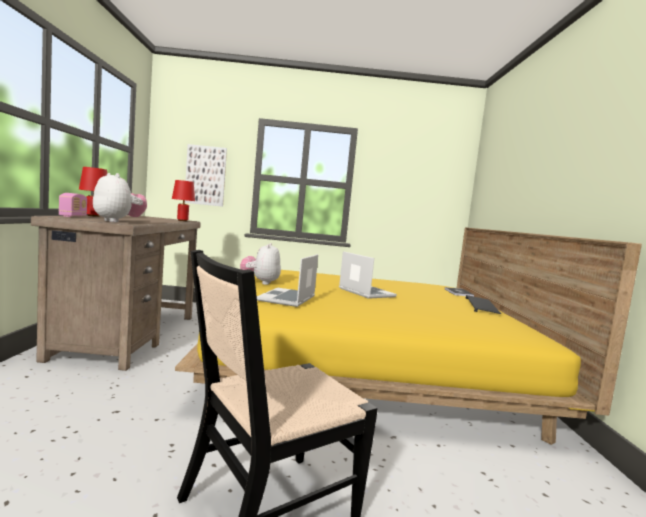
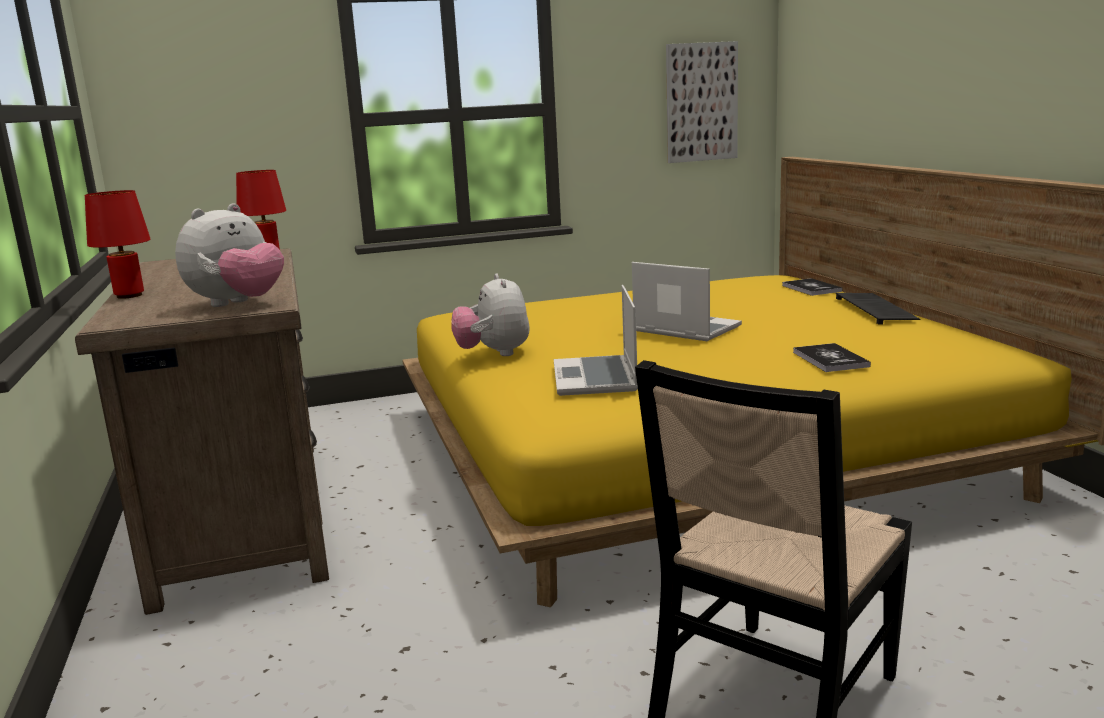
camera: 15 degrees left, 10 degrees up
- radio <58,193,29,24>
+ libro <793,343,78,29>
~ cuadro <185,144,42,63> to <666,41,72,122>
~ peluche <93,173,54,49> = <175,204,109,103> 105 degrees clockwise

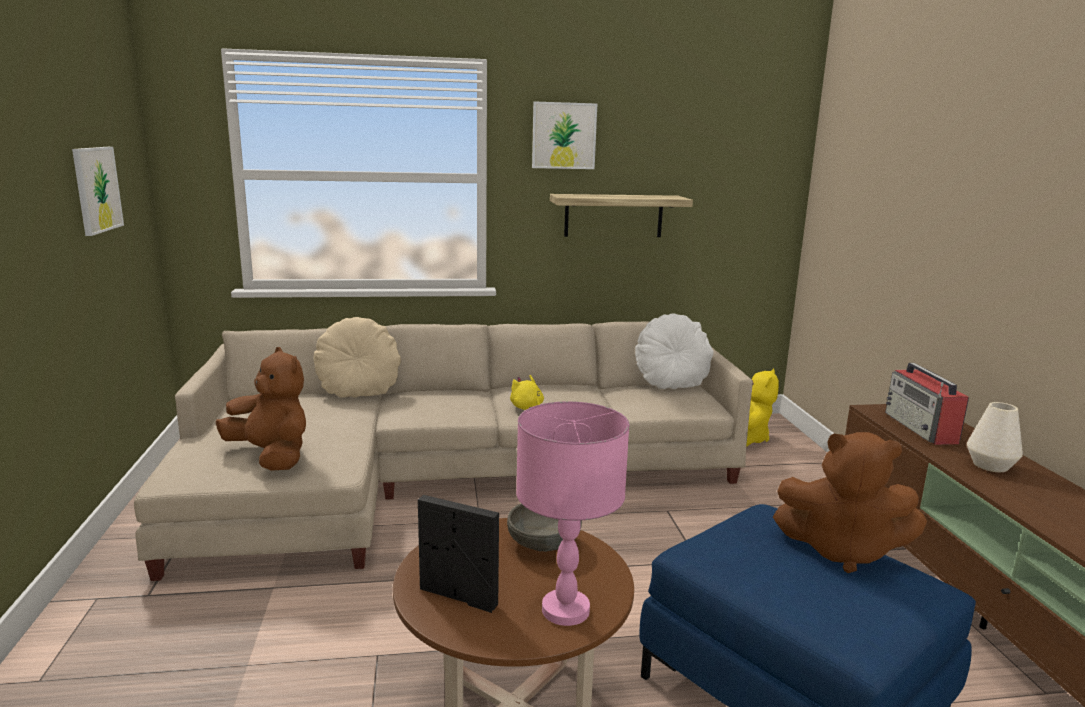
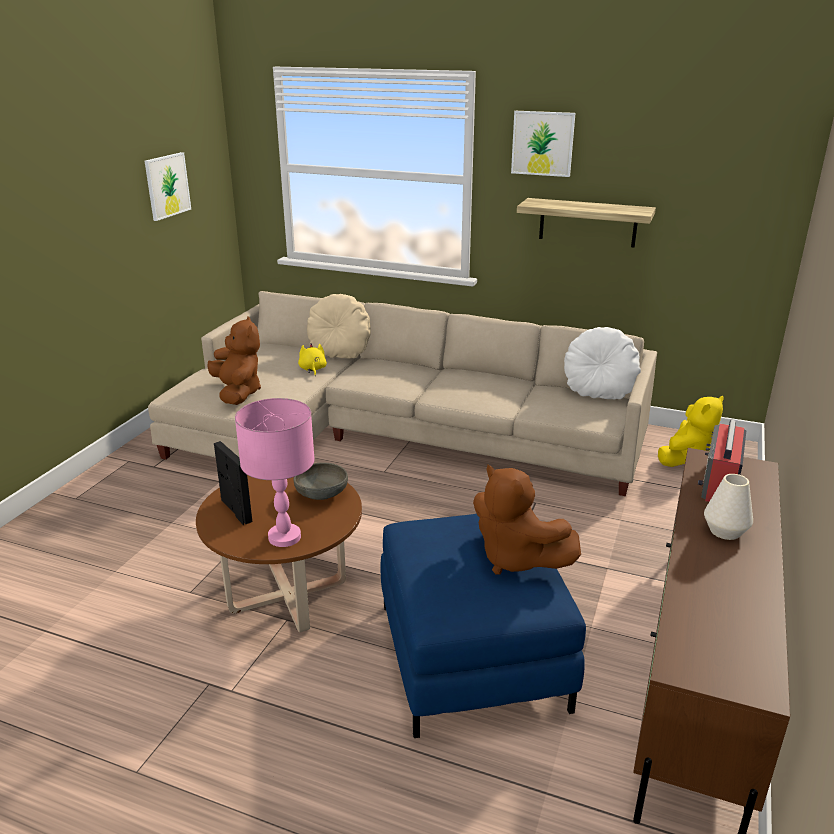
camera: 30 degrees right, 10 degrees up
~ peluche (amarillo) <510,375,34,35> to <298,344,29,32>

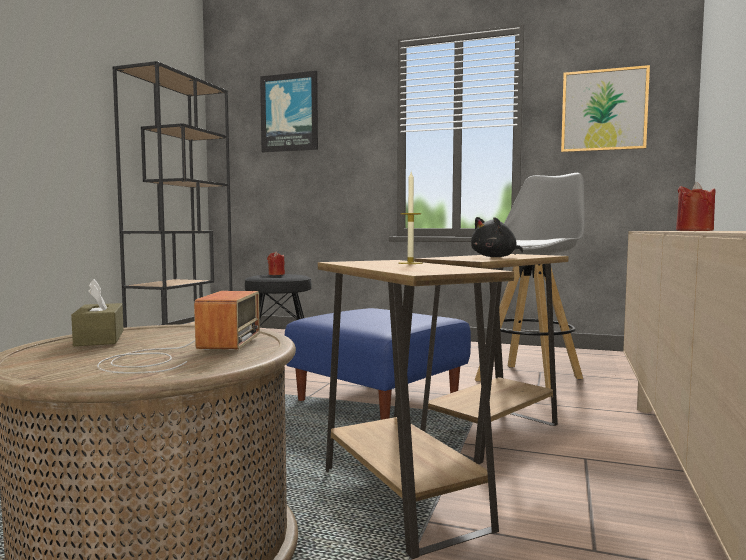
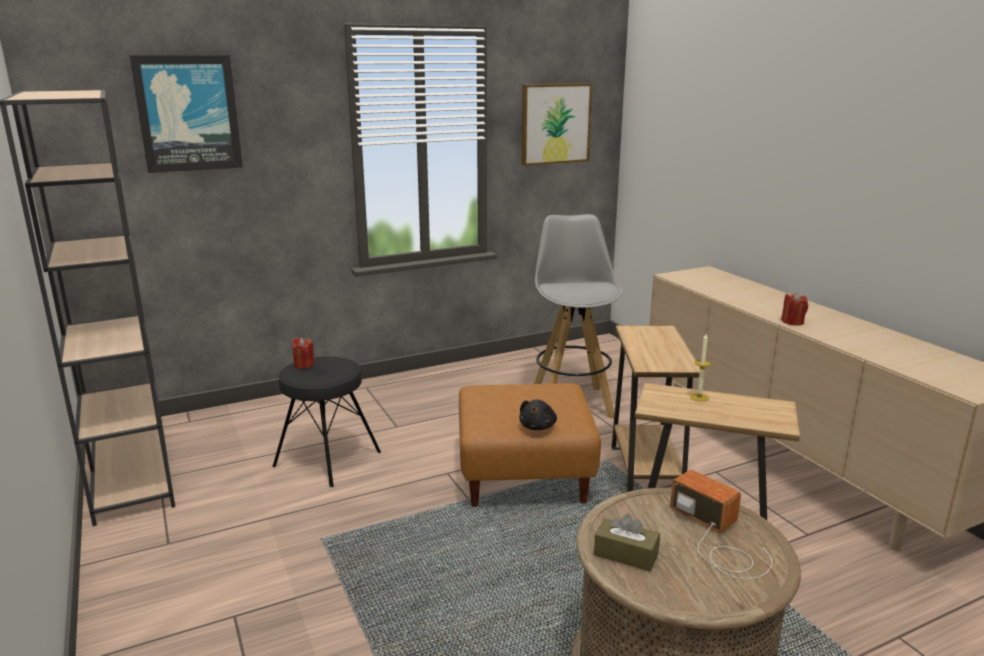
camera: 45 degrees left, 15 degrees up
~ peluche (negro) <471,217,52,40> to <519,400,38,30>
~ puf (azul) <285,308,186,112> to puf (marrón) <459,383,142,124>

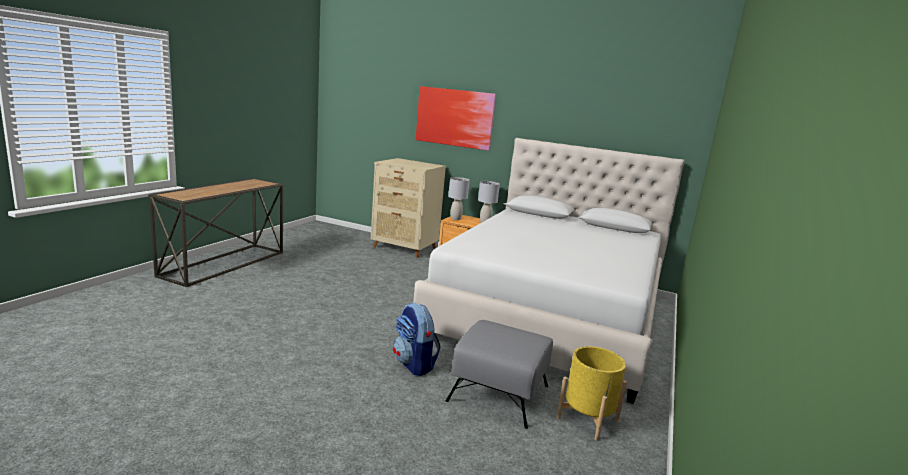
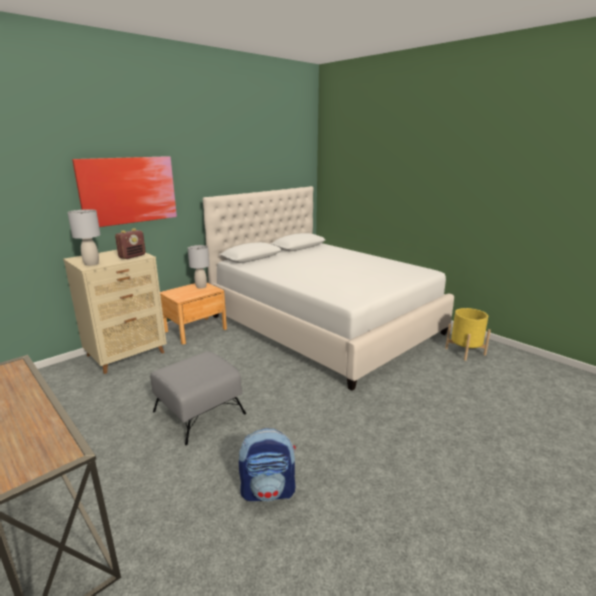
camera: 65 degrees left, 5 degrees up
+ radio <115,229,31,30>
~ mochila <393,303,48,73> to <239,428,57,73>
~ puf (gris) <446,320,107,109> to <150,351,96,94>
~ lámpara de mesa (gris) <448,177,22,43> to <67,209,34,57>

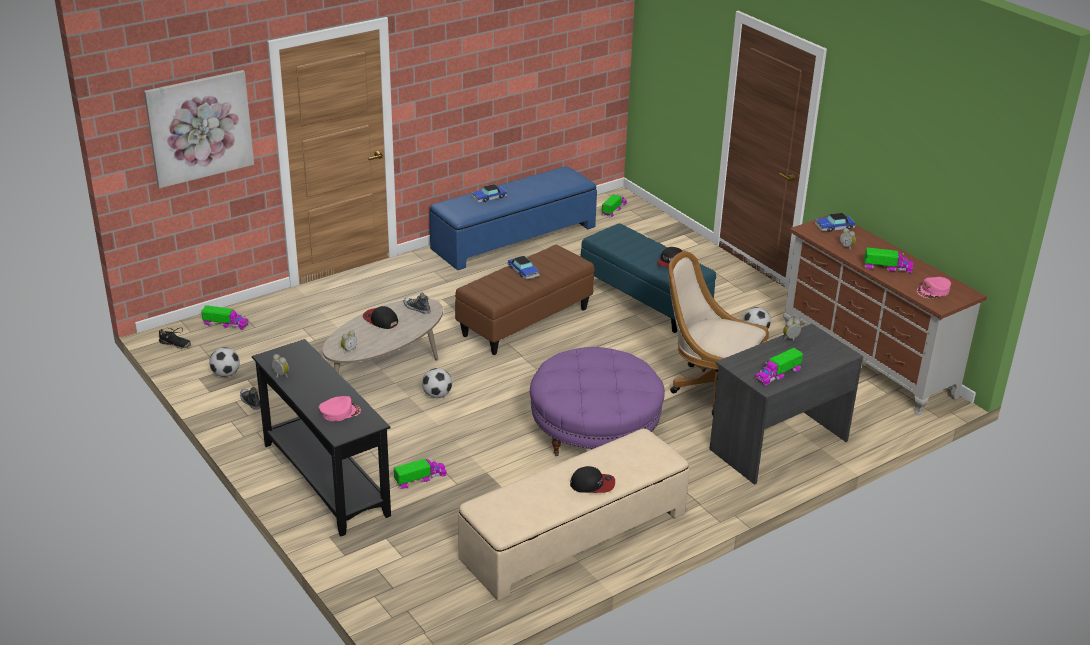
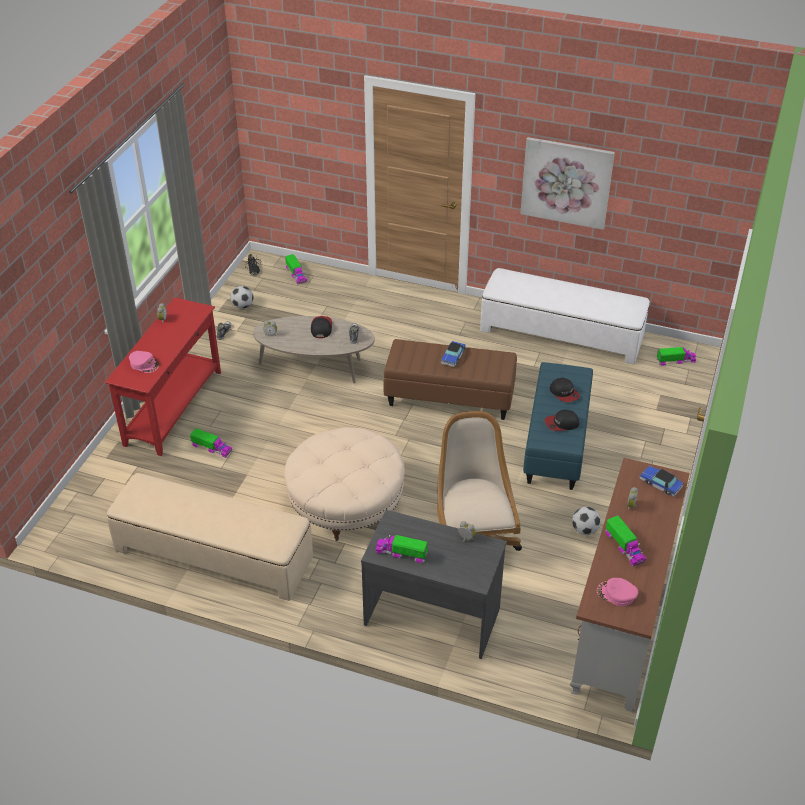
camera: 55 degrees right, 10 degrees up
- balón de fútbol <422,368,30,30>
- coche de juguete <472,184,35,18>
~ cuadro <144,70,110,118> to <520,137,95,93>
~ gorra <570,466,45,27> to <550,378,30,24>
~ mesa consola (negro) <252,339,139,198> to mesa consola (rojo) <105,297,116,159>
~ banco (azul) <429,166,168,104> to banco (blanco) <480,268,170,96>
~ puf (morado) <530,347,135,109> to puf (beis) <284,427,121,114>

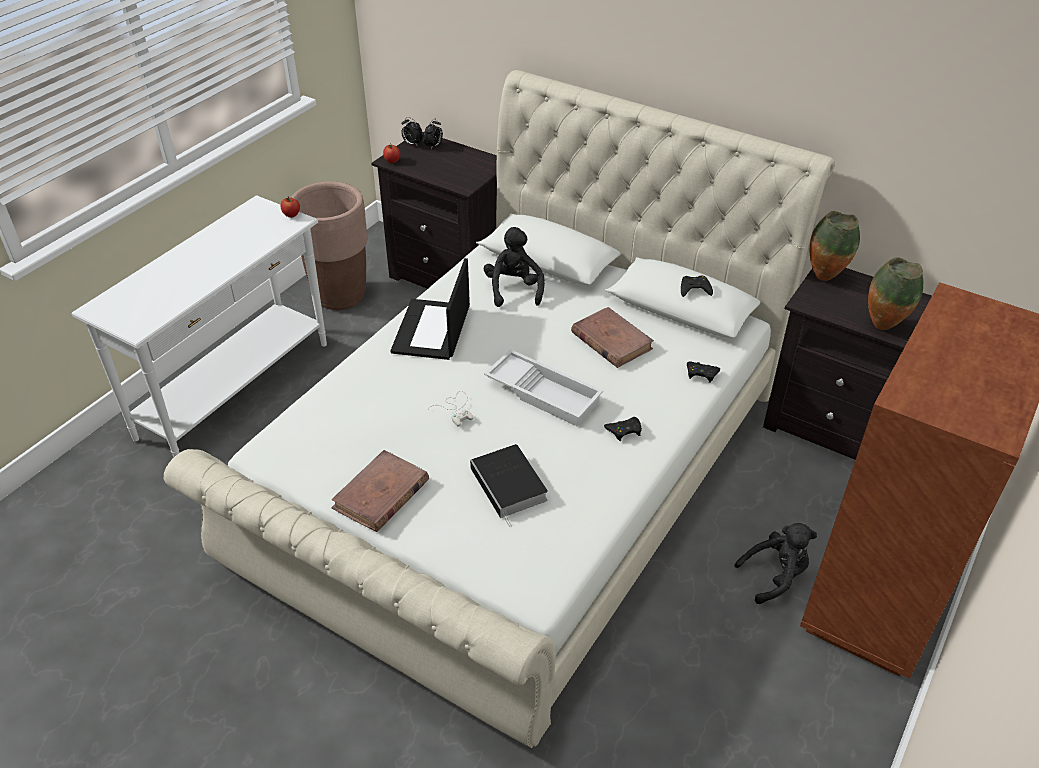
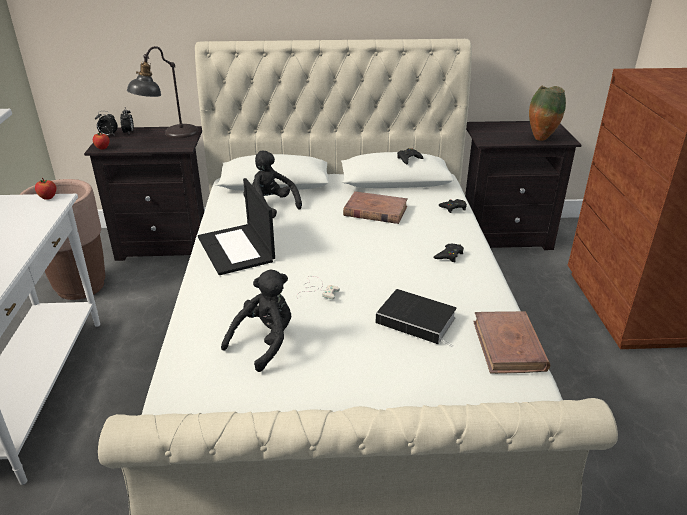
camera: 35 degrees left, 10 degrees down
- bandeja (blanco) <484,349,119,77>
- florero <810,211,50,70>
+ lámpara de mesa (gris) <127,46,71,92>
~ libro (marrón) <331,450,98,82> to <473,311,77,63>
~ peluche (negro) <734,523,83,81> to <221,269,70,103>

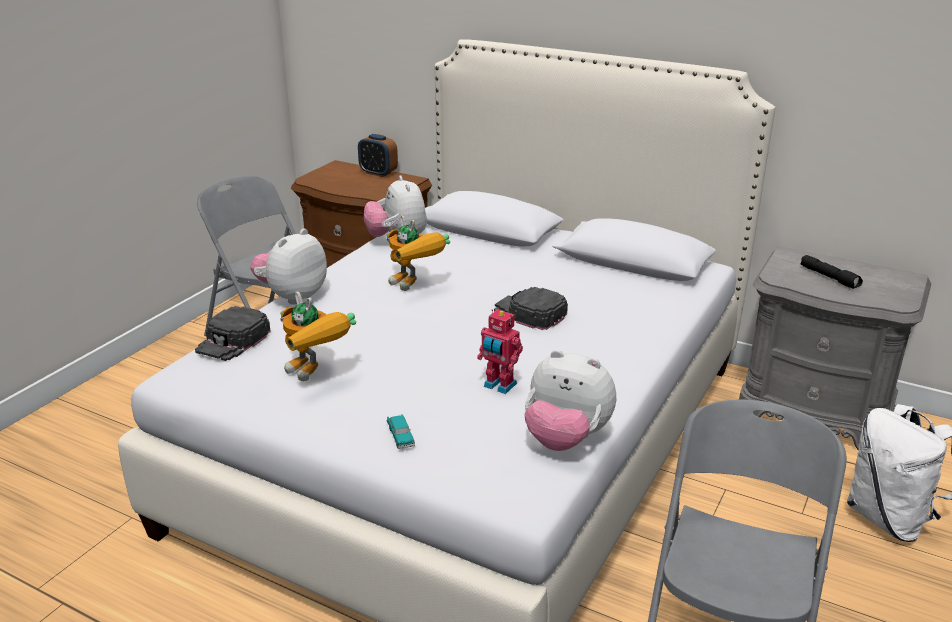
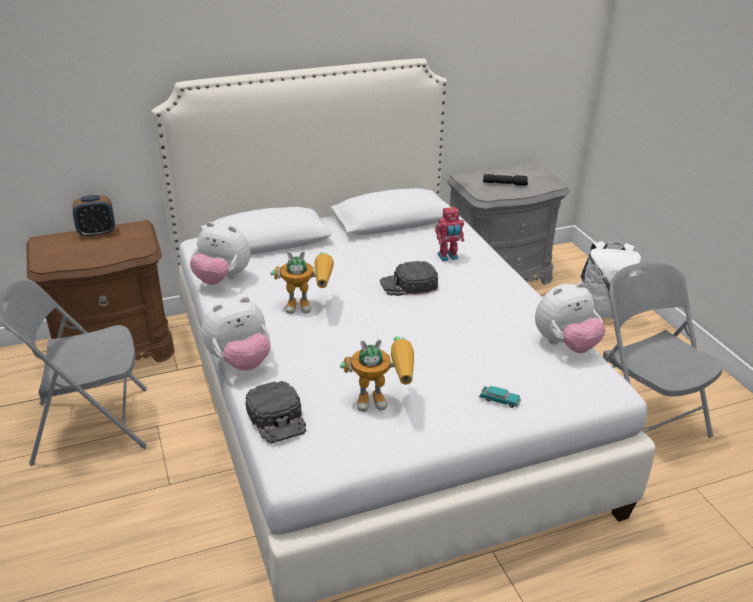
camera: 50 degrees left, 5 degrees up
~ robot de juguete <477,309,46,85> to <435,207,29,54>
~ peluche <250,229,77,76> = <201,296,70,75> 105 degrees counterclockwise

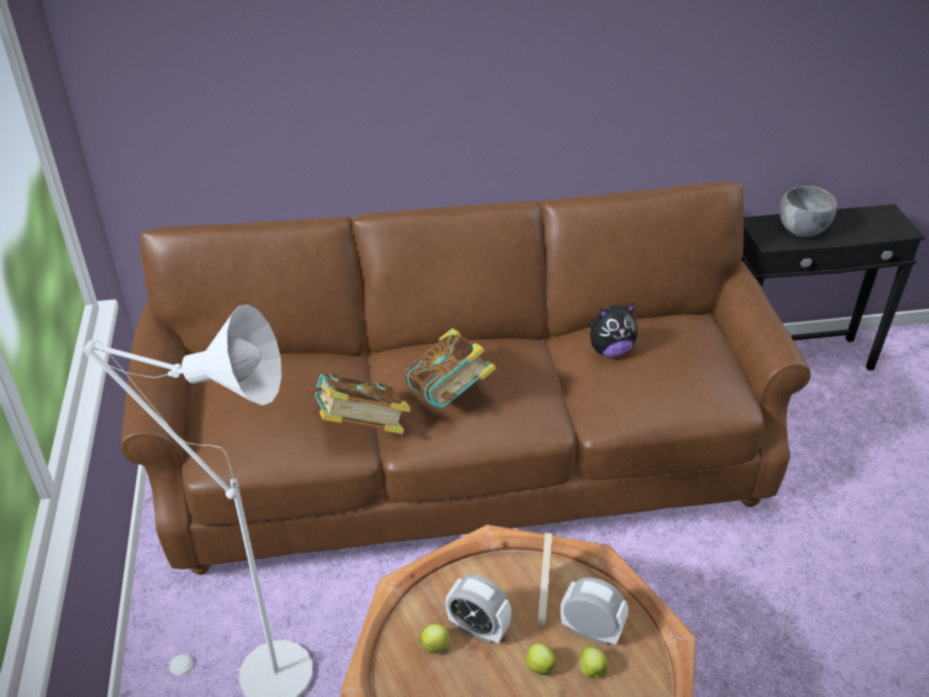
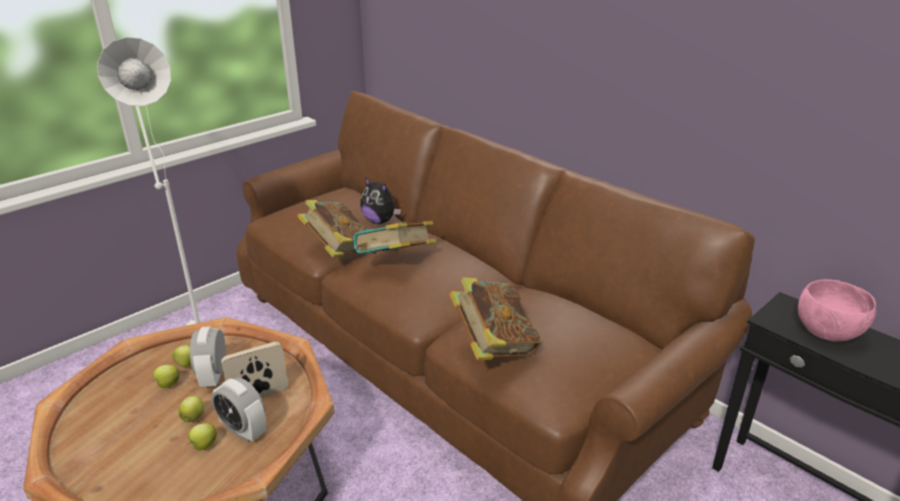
camera: 55 degrees right, 10 degrees down
+ manzana <151,365,28,23>
+ libro <449,277,92,83>
~ peluche <589,303,49,54> to <360,177,41,47>
~ cuenco (gris) <780,186,57,51> to cuenco (rosa) <798,279,78,62>
~ despertador <560,577,68,68> = <212,378,54,65> 135 degrees clockwise

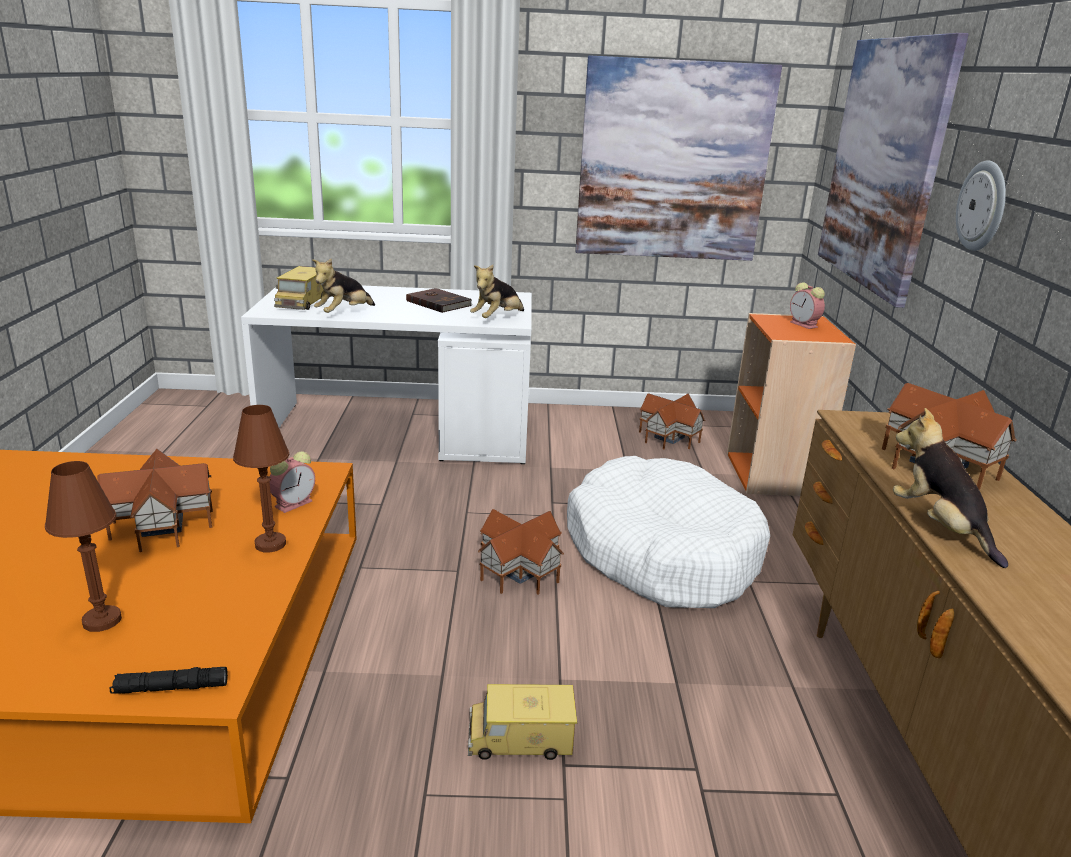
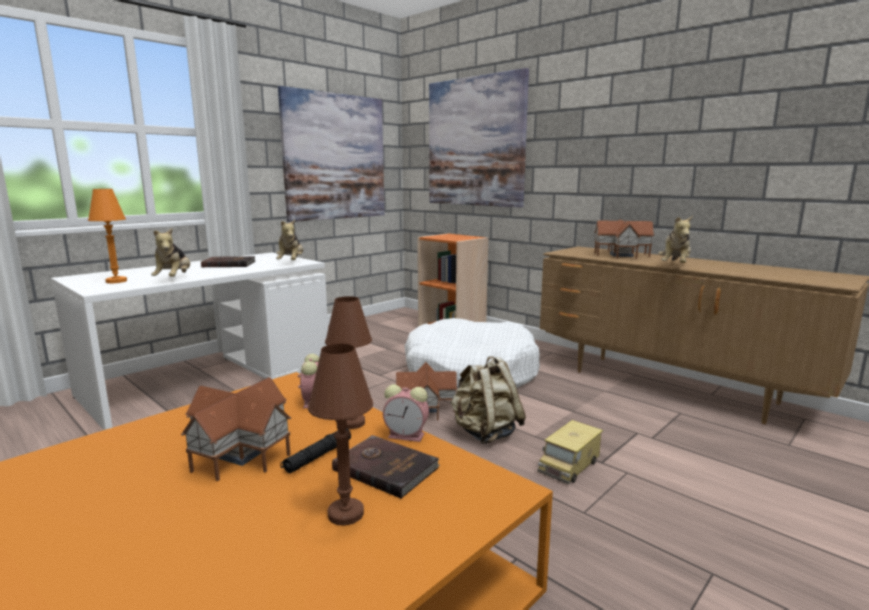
camera: 45 degrees left, 10 degrees down
- casita <639,393,66,57>
- reloj de pared <956,160,50,91>
+ libro (marrón) <332,435,108,64>
+ mochila (beis) <450,356,76,88>
~ linterna (negro) <109,667,119,27> to <280,428,71,45>
~ despertador <790,283,35,46> to <383,384,46,58>
~ camión de juguete <274,266,49,44> to lámpara de mesa (naranja) <88,189,39,94>
~ peluche <893,408,115,160> = <658,215,35,48> 90 degrees counterclockwise

